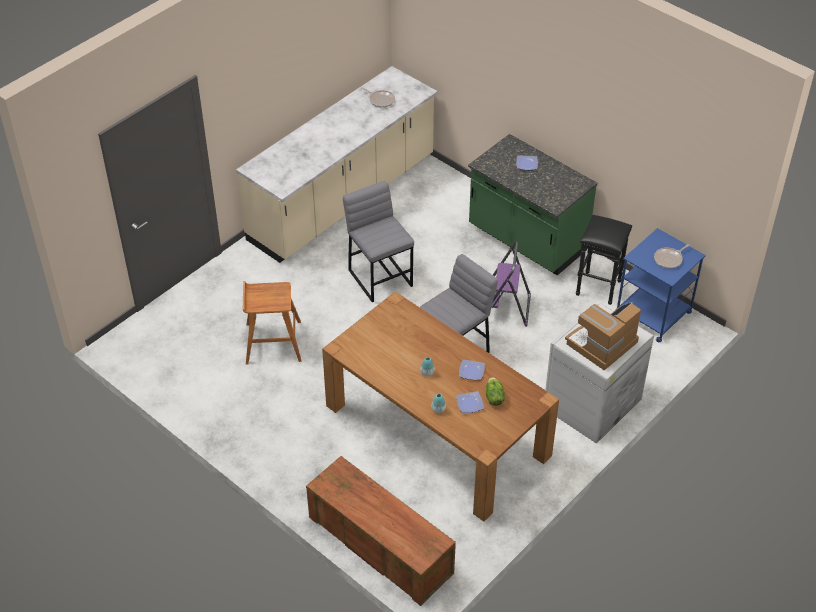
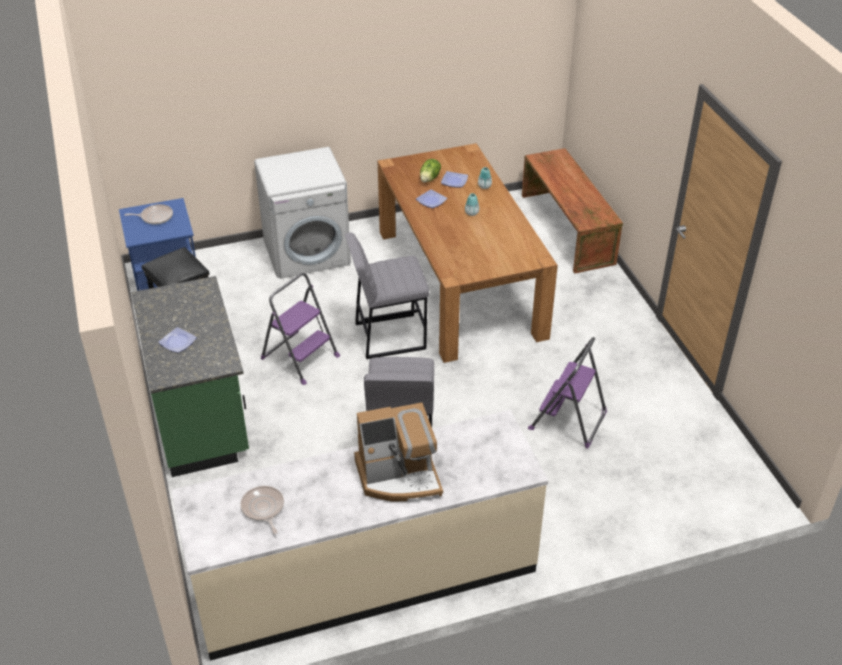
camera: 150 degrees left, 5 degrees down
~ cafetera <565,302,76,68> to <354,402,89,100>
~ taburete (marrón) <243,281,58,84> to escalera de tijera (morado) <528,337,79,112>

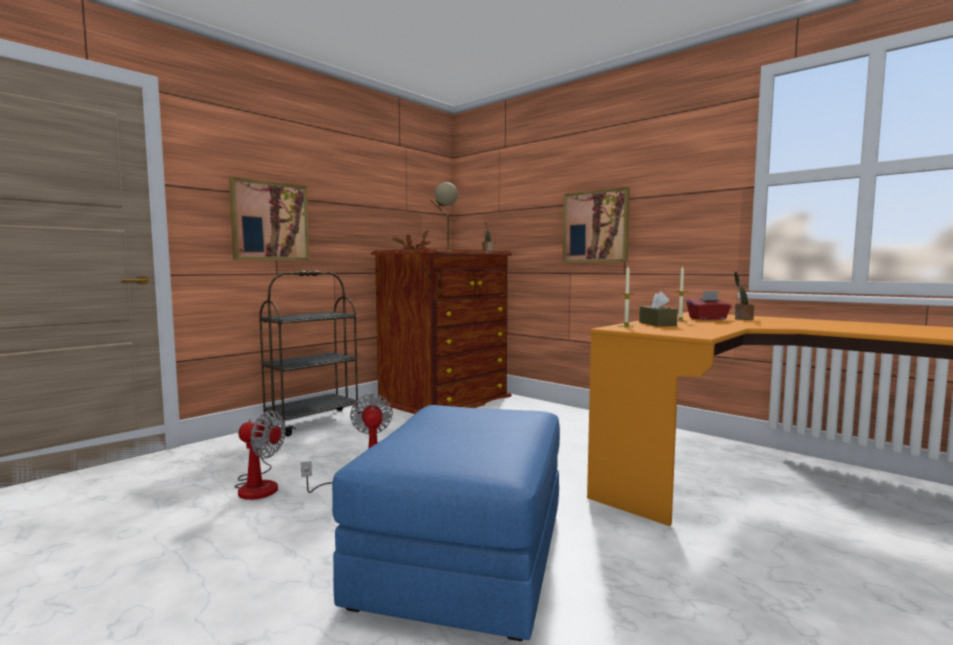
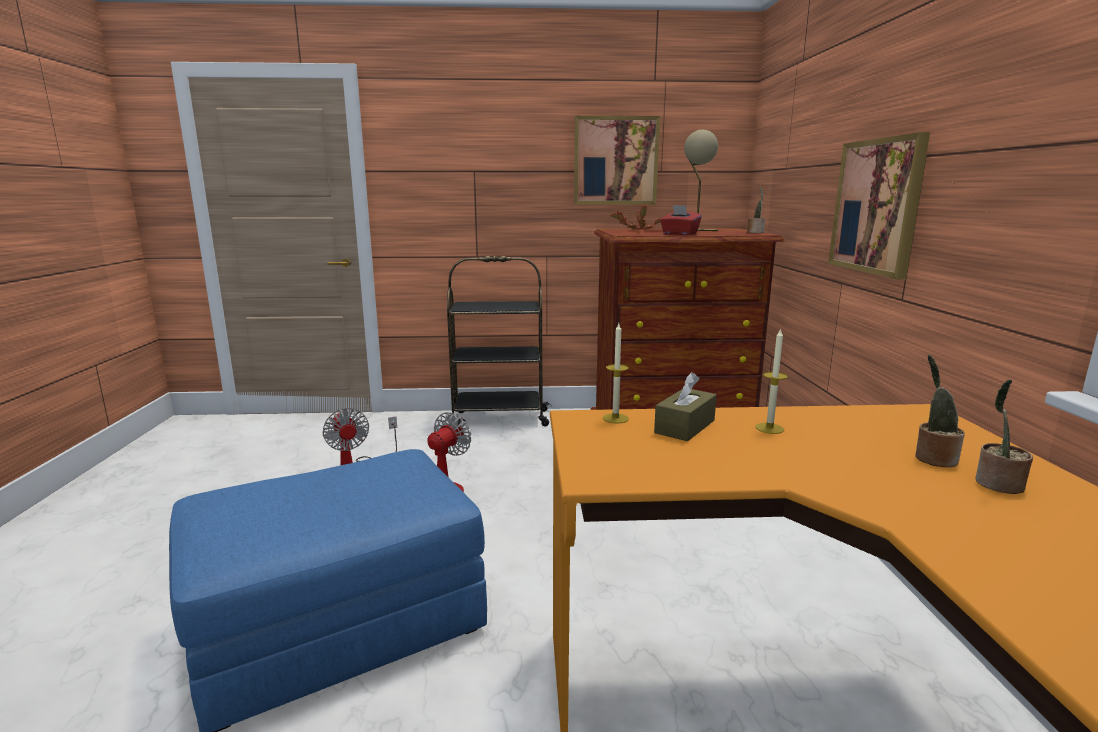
camera: 45 degrees right, 10 degrees up
+ planta en maceta <975,379,58,115>
~ cuadro <229,177,80,84> to <574,116,86,89>
~ caja de pañuelos (rojo) <686,291,45,29> to <660,205,42,30>

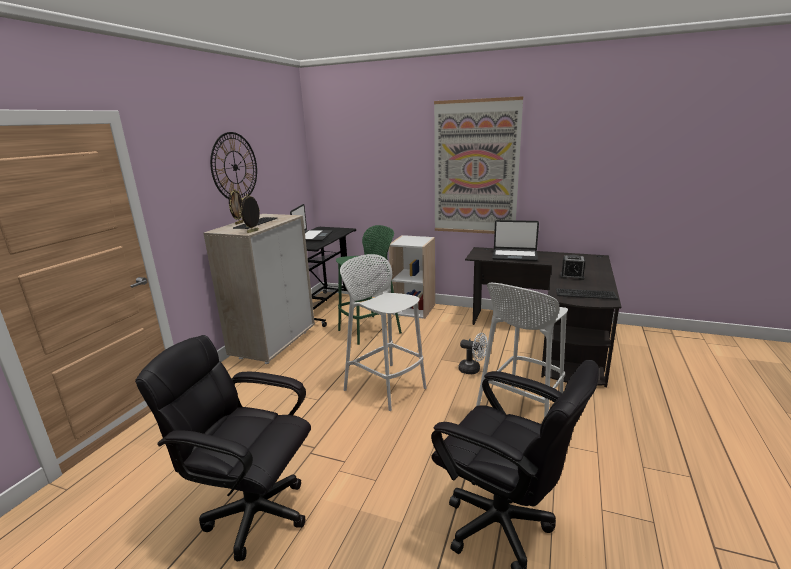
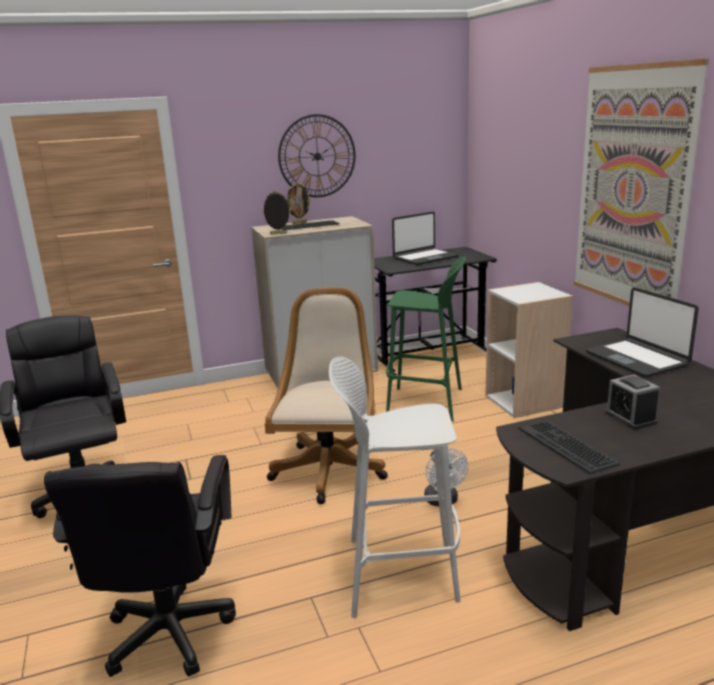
camera: 50 degrees right, 0 degrees up
~ taburete (blanco) <340,254,87,157> to silla de oficina <265,287,123,217>

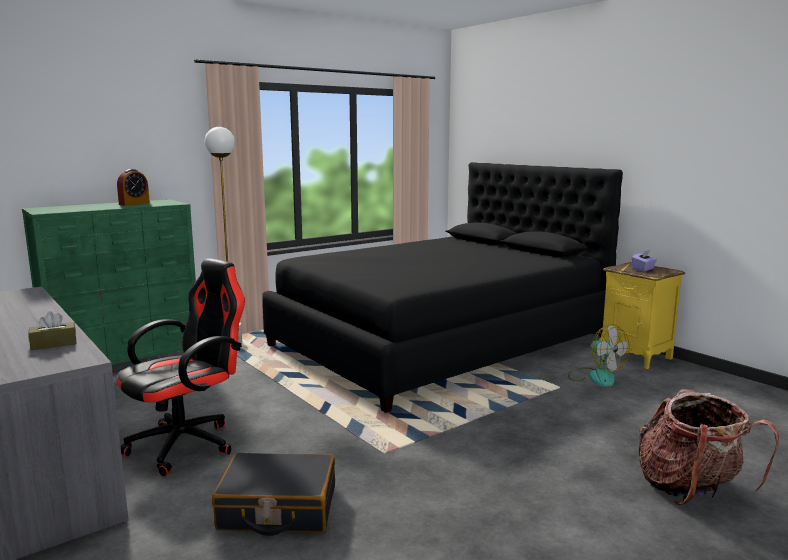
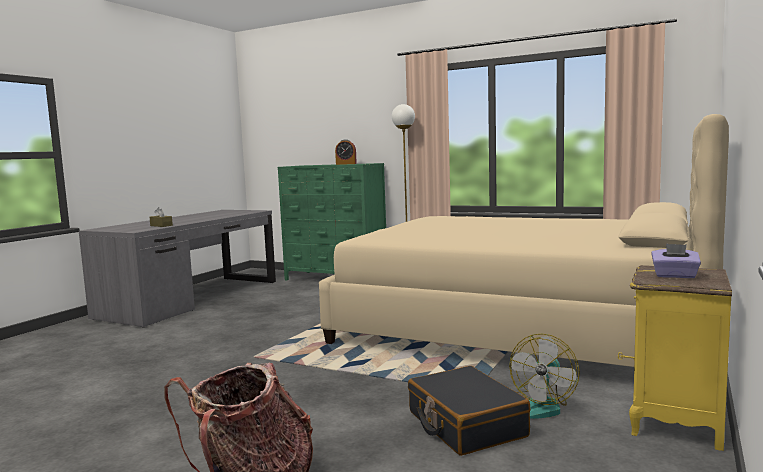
camera: 65 degrees right, 5 degrees down
- silla de oficina (negro) <117,258,128,218>
~ maleta (negro) <212,453,123,83> to <408,366,123,90>
~ cama (negro) <262,162,361,251> to cama (beis) <319,114,410,253>

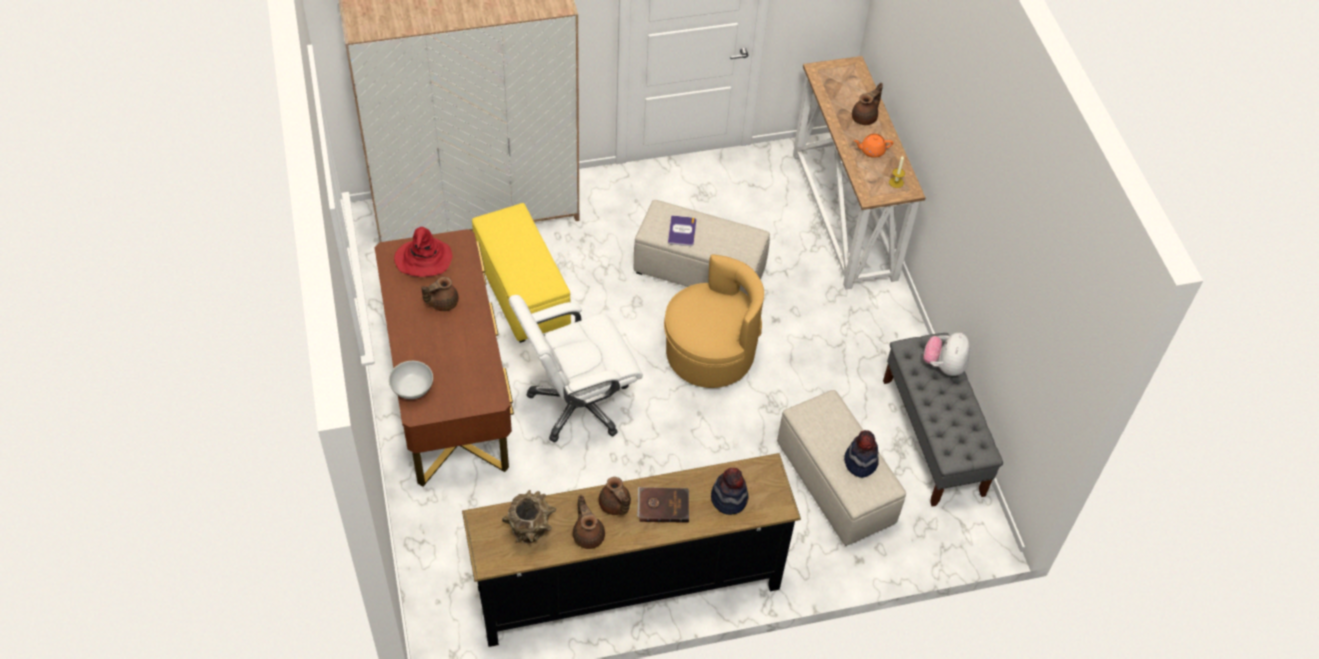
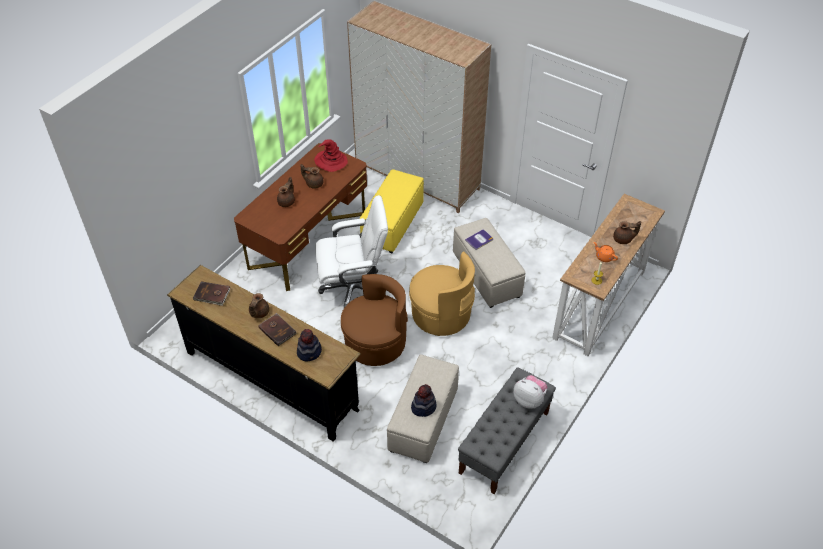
camera: 50 degrees right, 5 degrees down
- cuenco (blanco) <389,361,44,38>
+ sillón (marrón) <341,274,67,92>
~ tetera (marrón) <573,495,32,54> to <277,177,18,30>
~ florero (marrón) <502,490,54,54> to libro (marrón) <193,281,37,25>
~ silla de oficina (blanco) <509,295,134,147> = <315,195,73,113> 150 degrees clockwise
~ peluche <923,333,47,43> = <513,375,34,34> 60 degrees clockwise

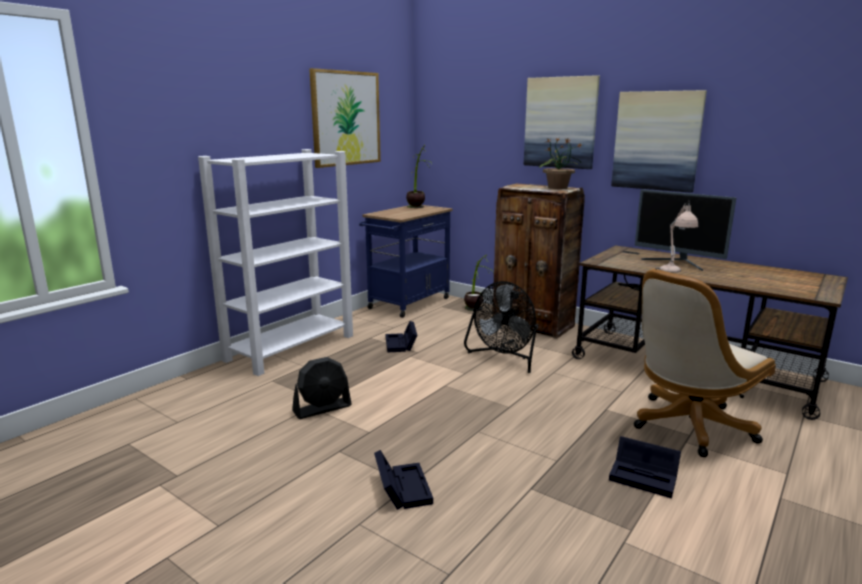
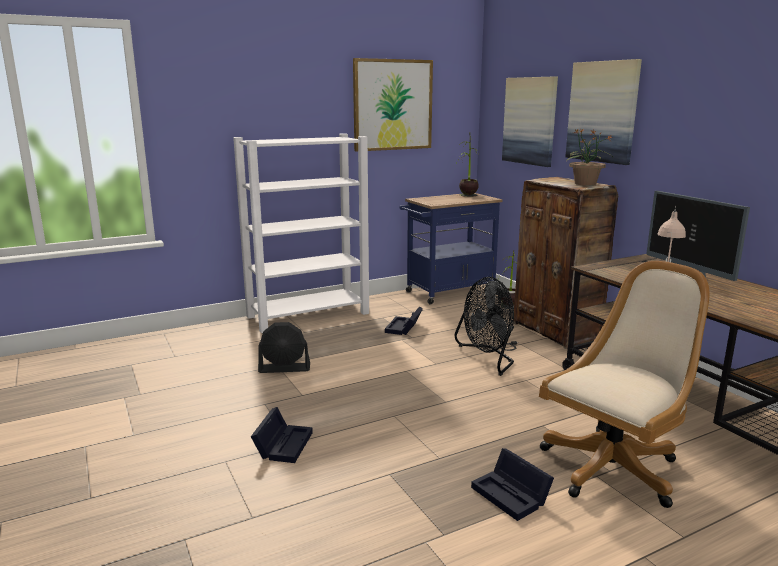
camera: 25 degrees right, 0 degrees up
~ cuadro <611,90,96,103> to <502,76,56,91>
~ silla de oficina <634,269,142,188> = <539,261,170,247> 150 degrees clockwise

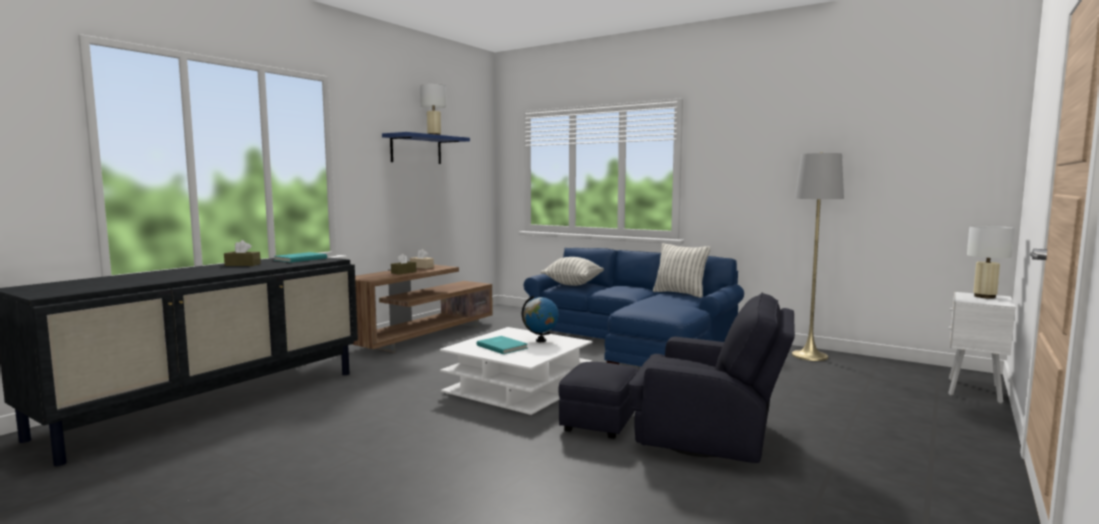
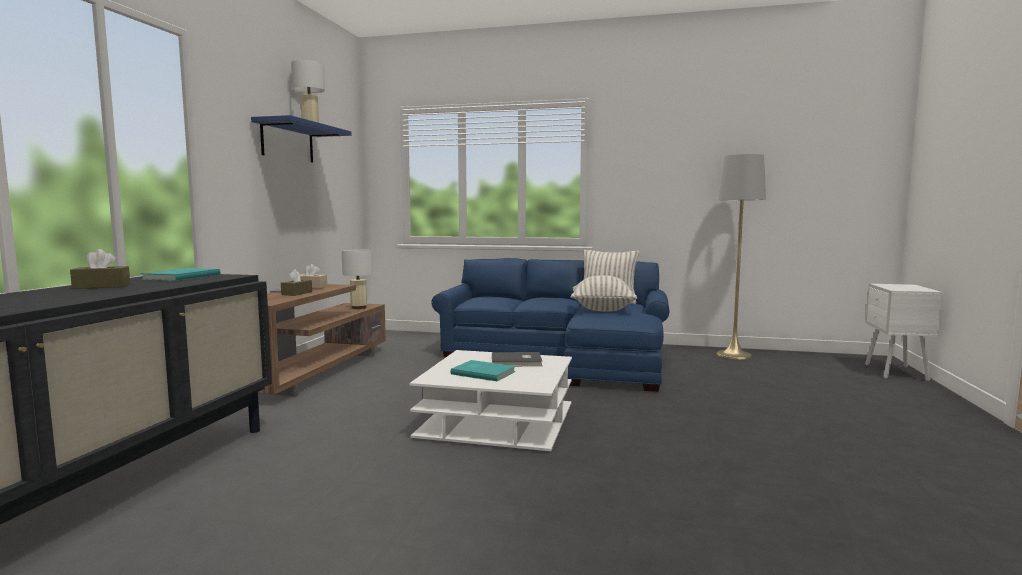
camera: 20 degrees left, 0 degrees up
- sillón (negro) <558,293,237,170>
~ cojín <541,257,63,29> to <571,275,66,37>
~ lámpara de mesa (blanco) <967,226,47,73> to <342,249,31,60>
~ globo terráqueo <522,296,37,46> to libro (gris) <492,352,50,14>

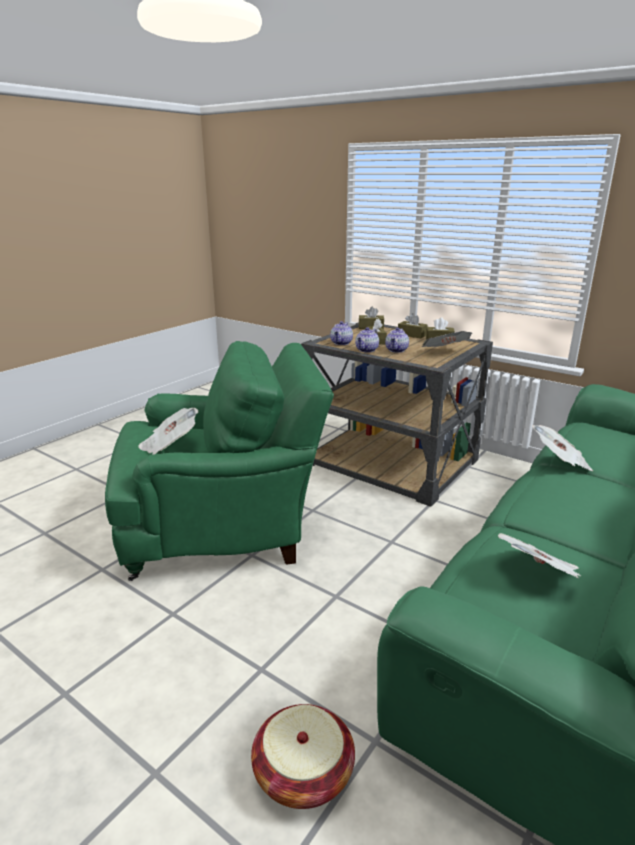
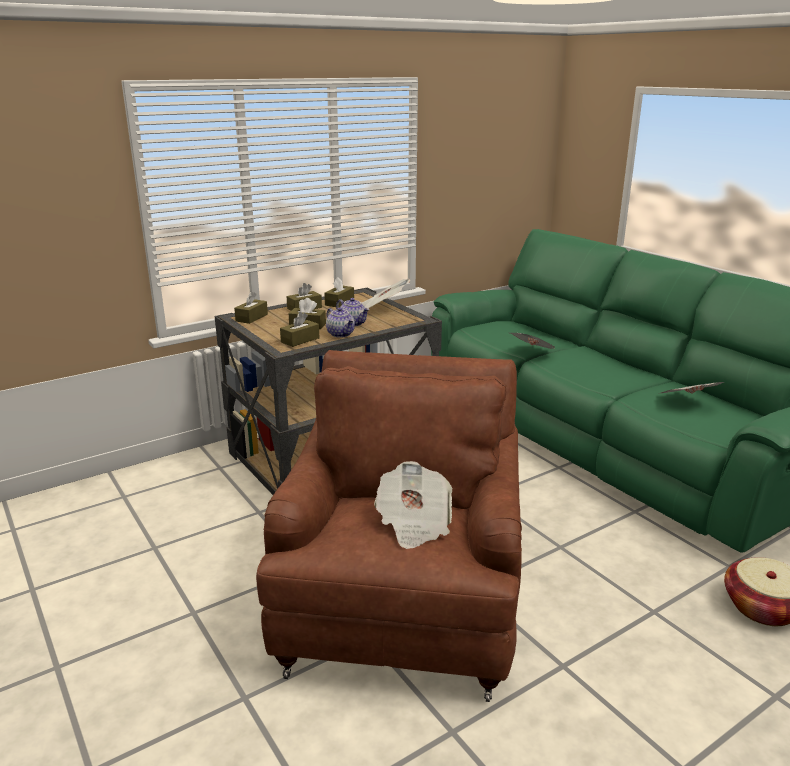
camera: 70 degrees left, 0 degrees up
~ tetera <330,321,23,24> to caja de pañuelos (marrón) <280,312,39,35>
~ sillón (verde) <105,341,229,240> to sillón (marrón) <256,350,266,352>

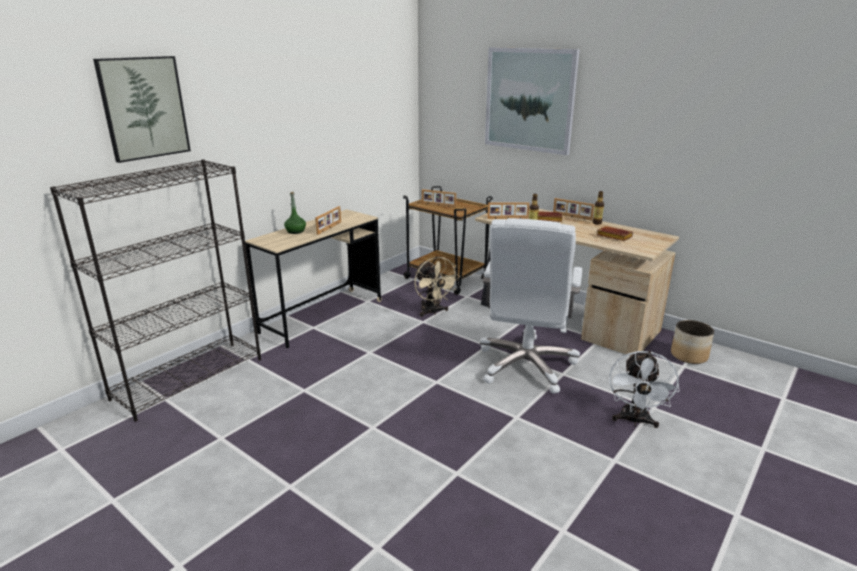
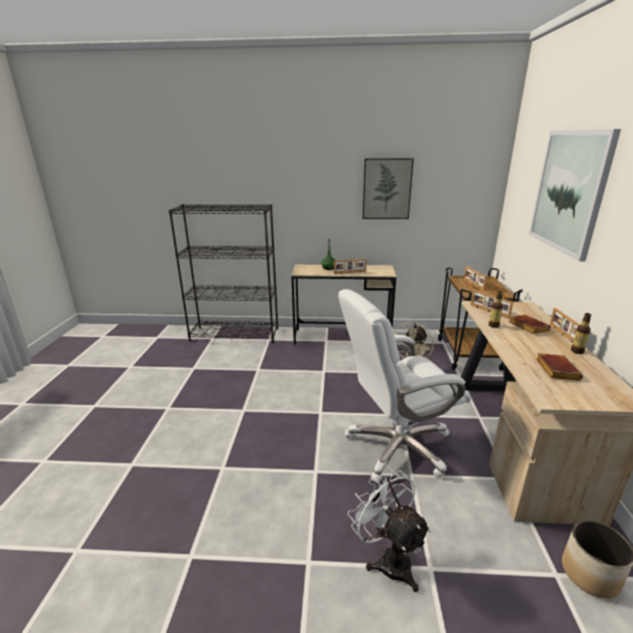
camera: 55 degrees right, 0 degrees up
~ cuadro <93,56,98,107> to <362,158,52,61>
~ ventilador (blanco) <609,350,70,78> = <348,467,83,125> 75 degrees clockwise

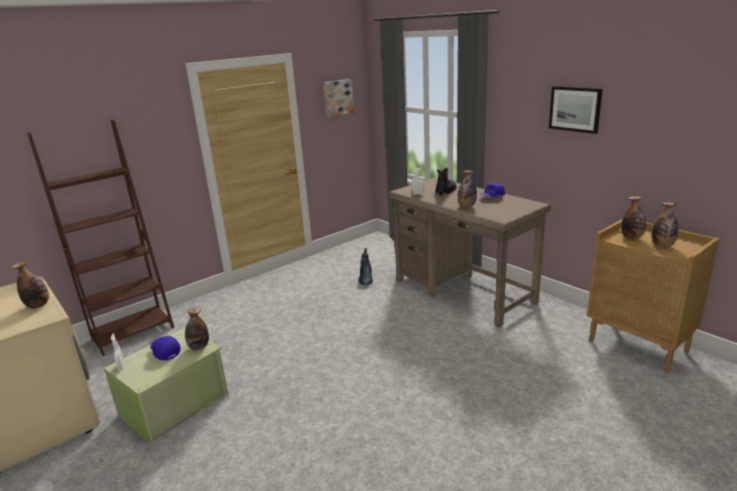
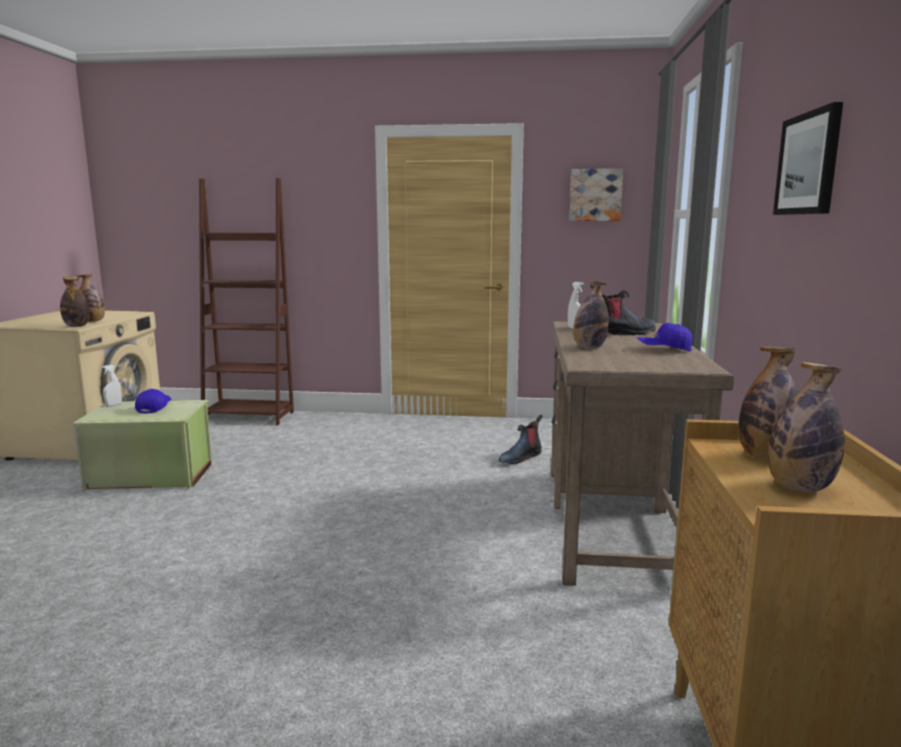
camera: 45 degrees right, 10 degrees down
~ botella <185,307,24,43> to <60,276,30,51>

